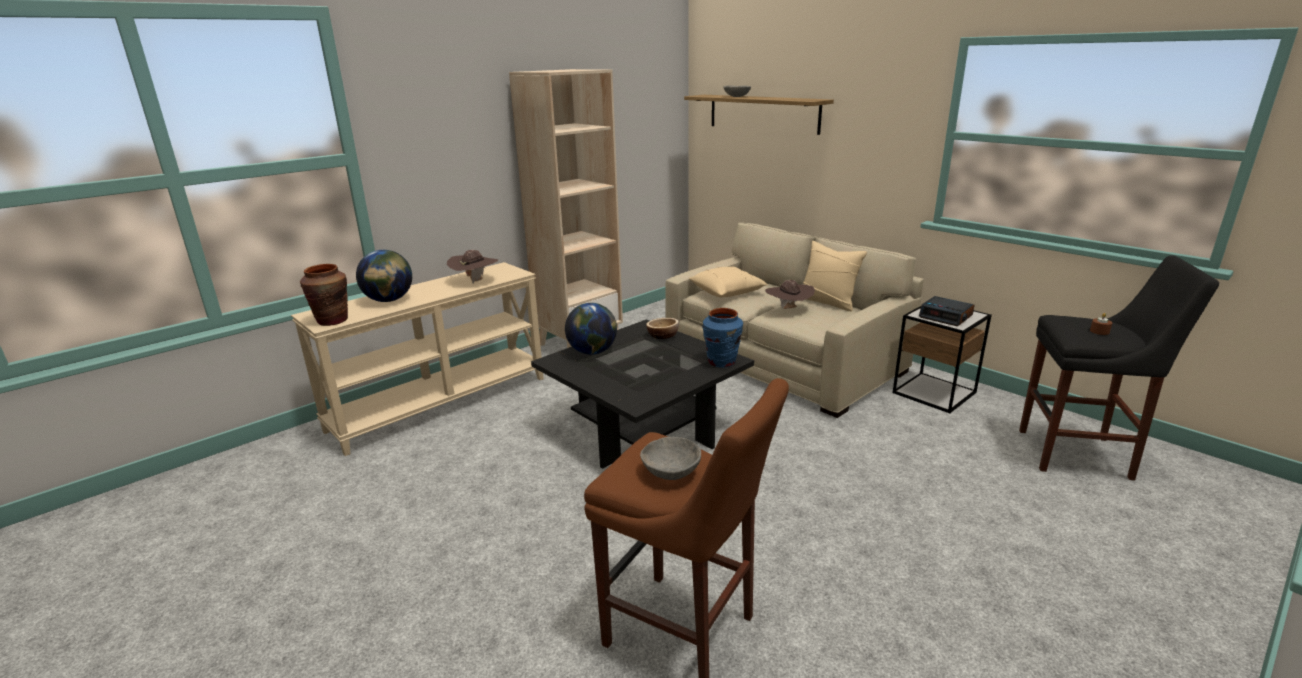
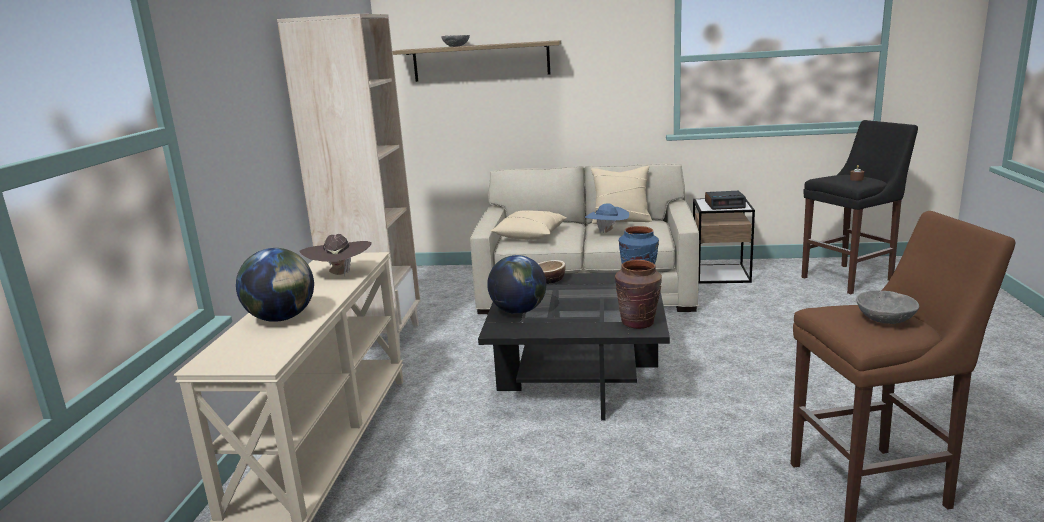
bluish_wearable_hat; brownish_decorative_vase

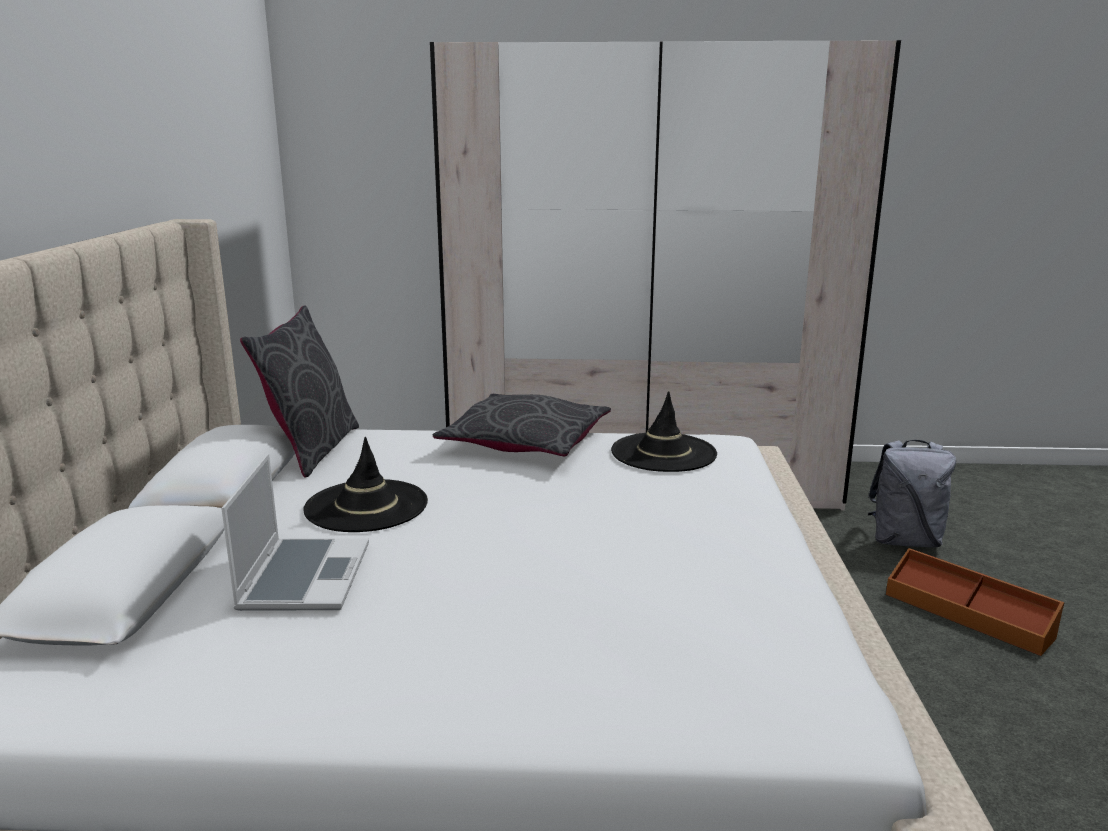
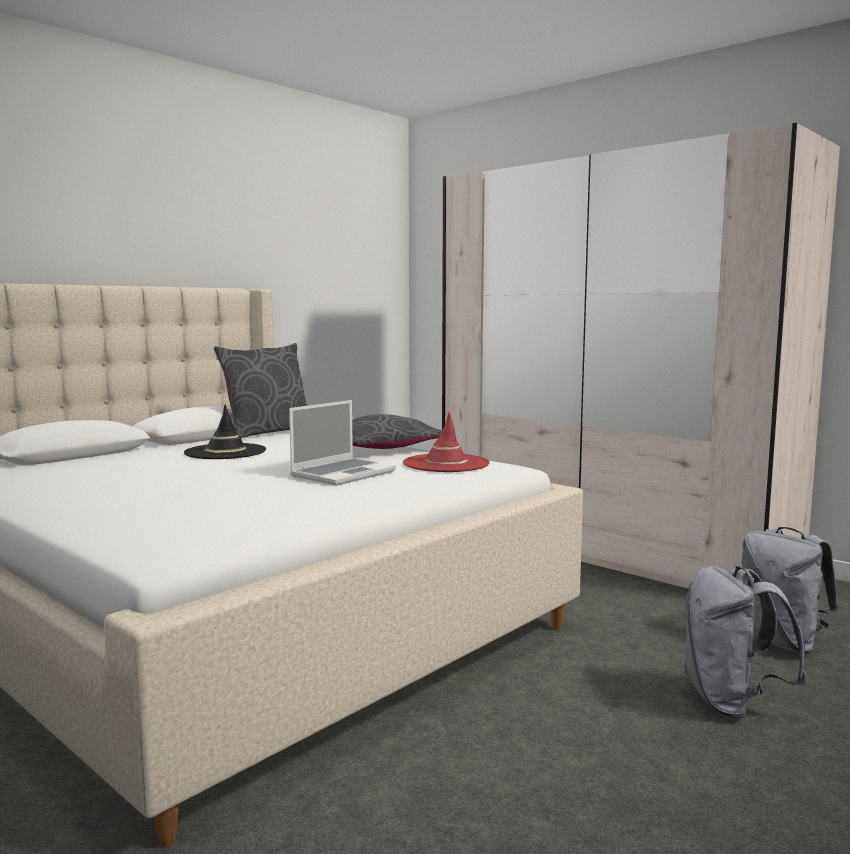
portable_computer; reddish_wearable_hat; gray_backpack (1st from left)

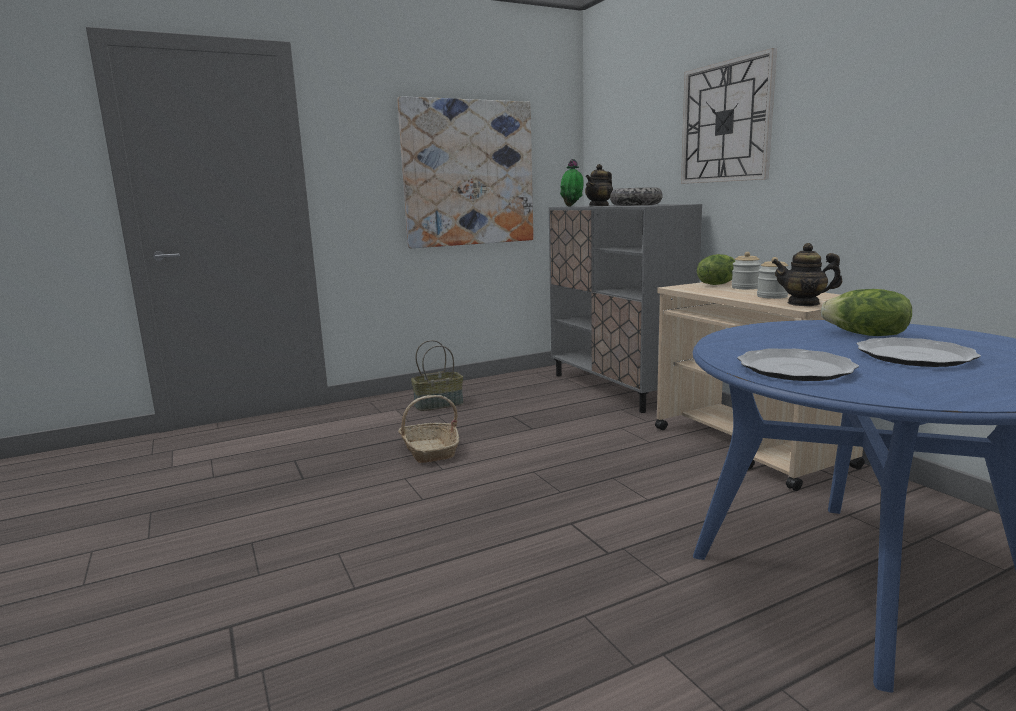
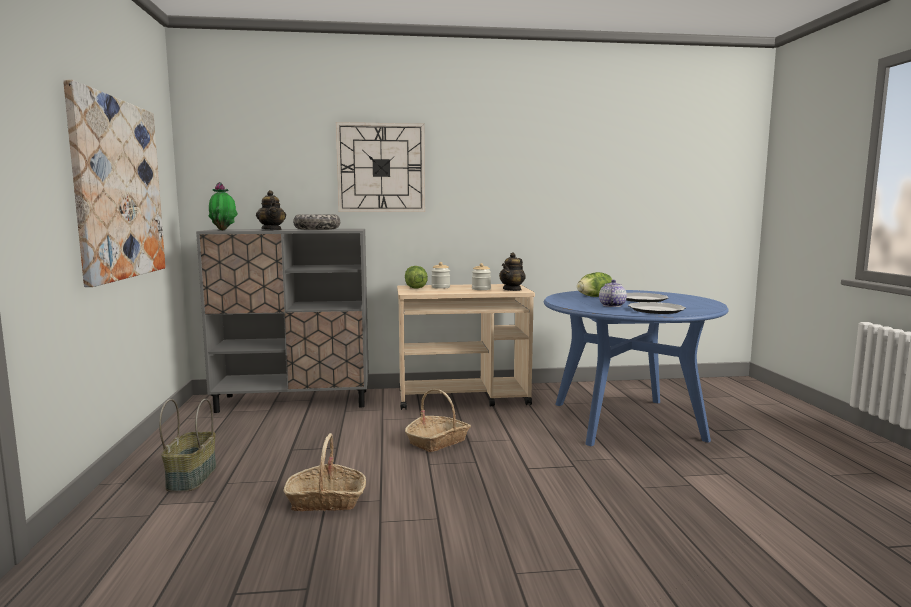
household_basket (3rd from left); tea_pot (3rd from left)

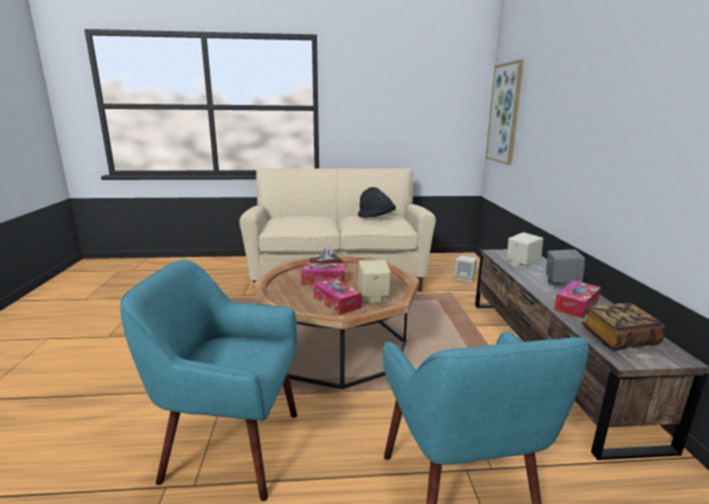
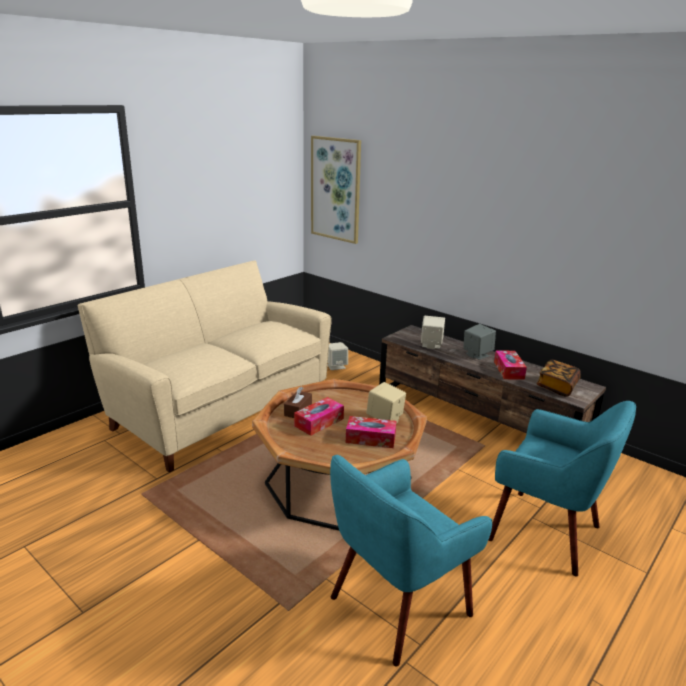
black_wearable_hat

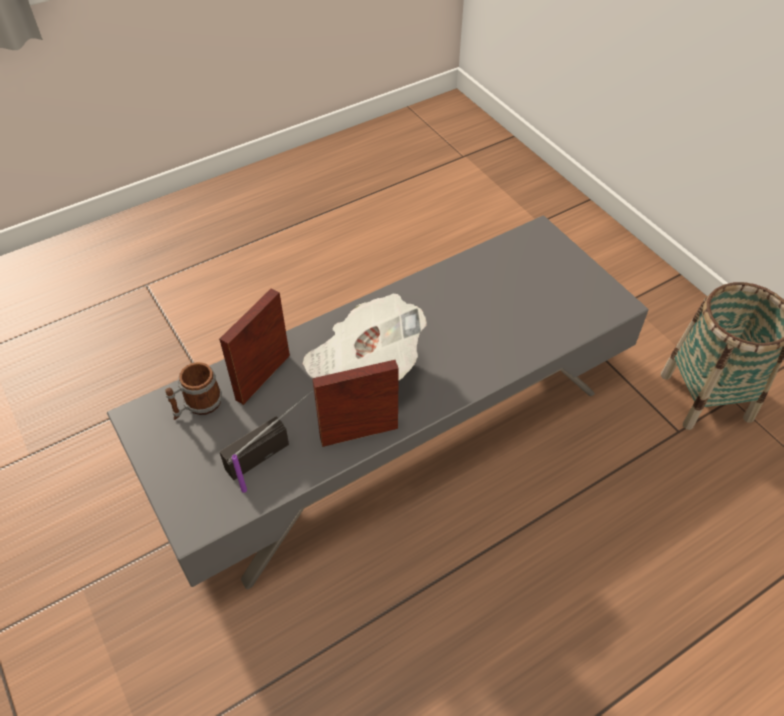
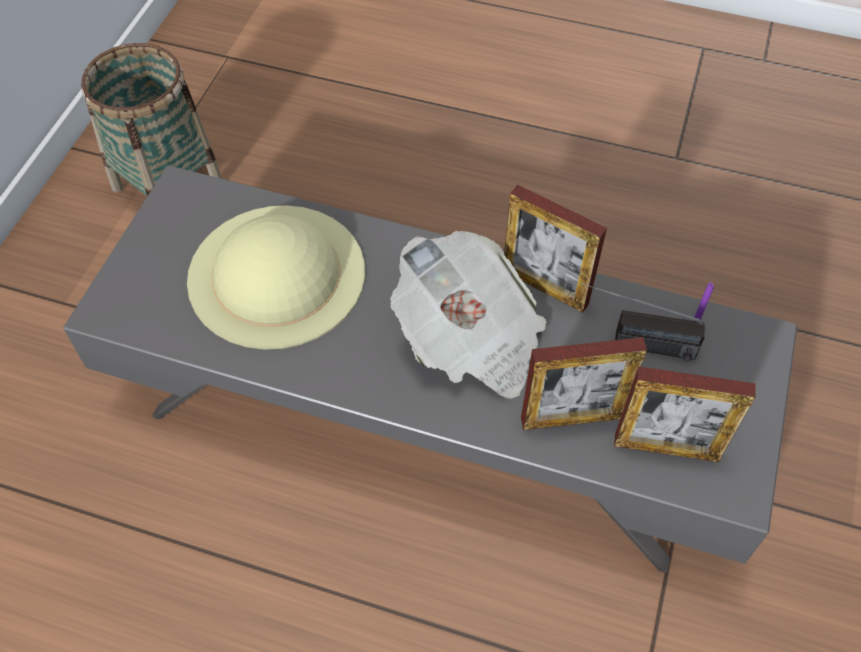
beige-coloured_wearable_hat; picture_frame (3rd from left)

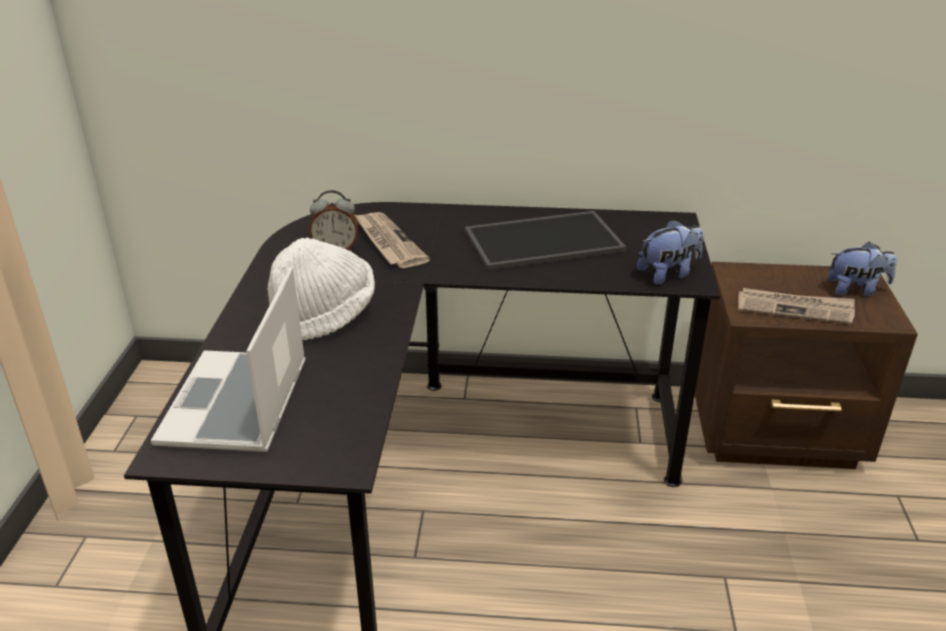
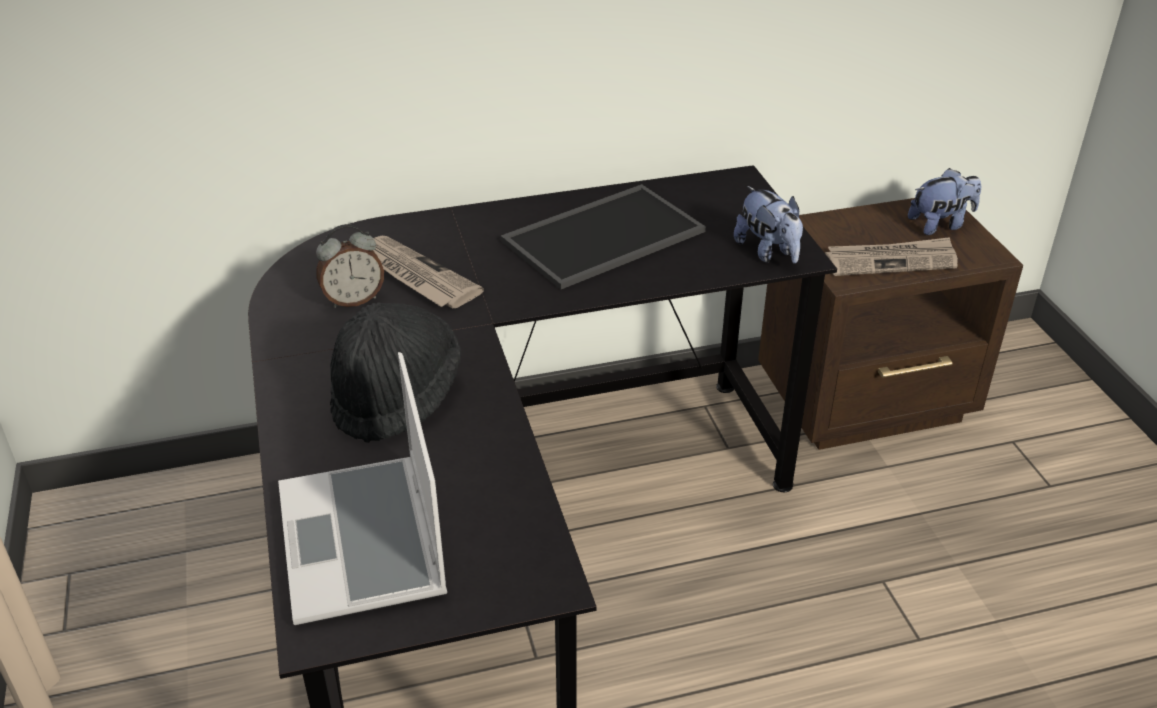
black_wearable_hat; plush_toy (1st from left)

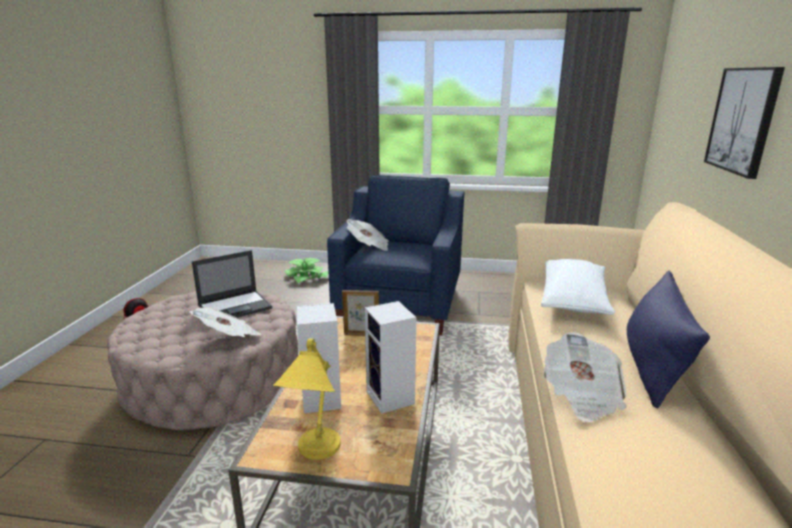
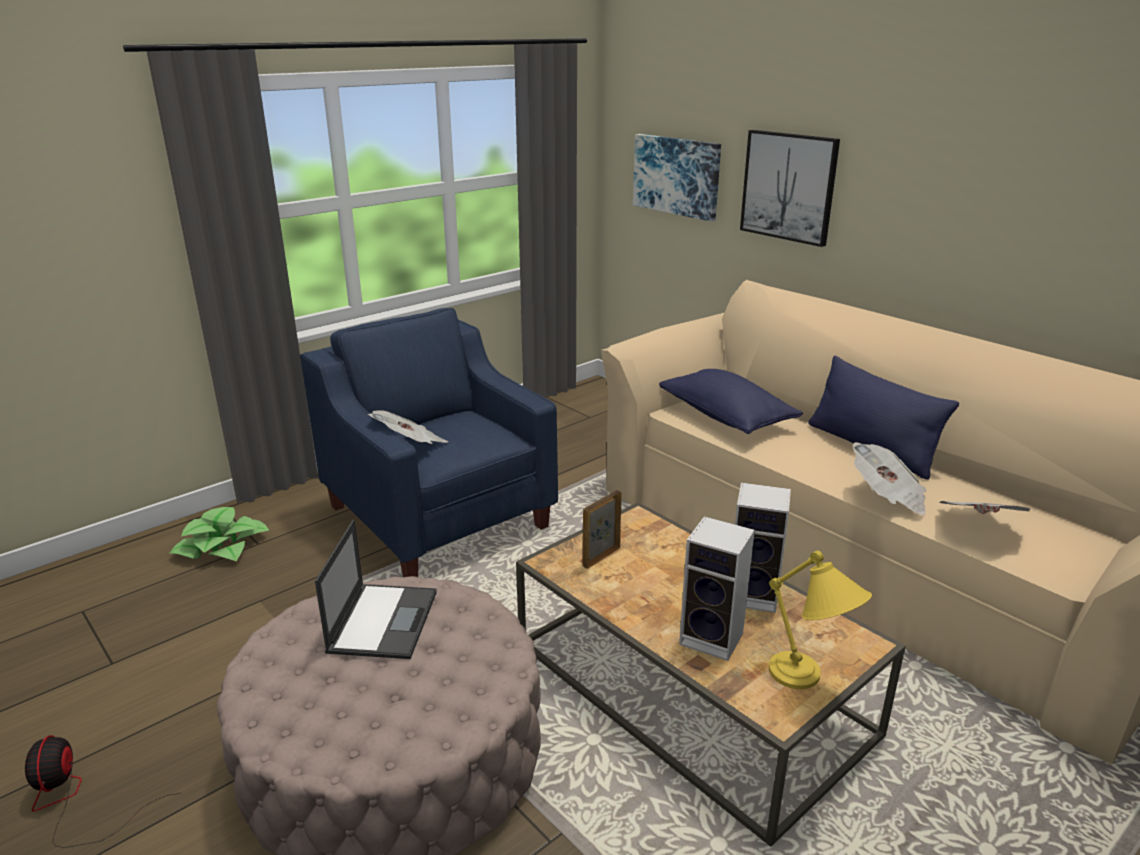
picture (1st from left); bluish_cushion (1st from left); daily_paper (3rd from left)

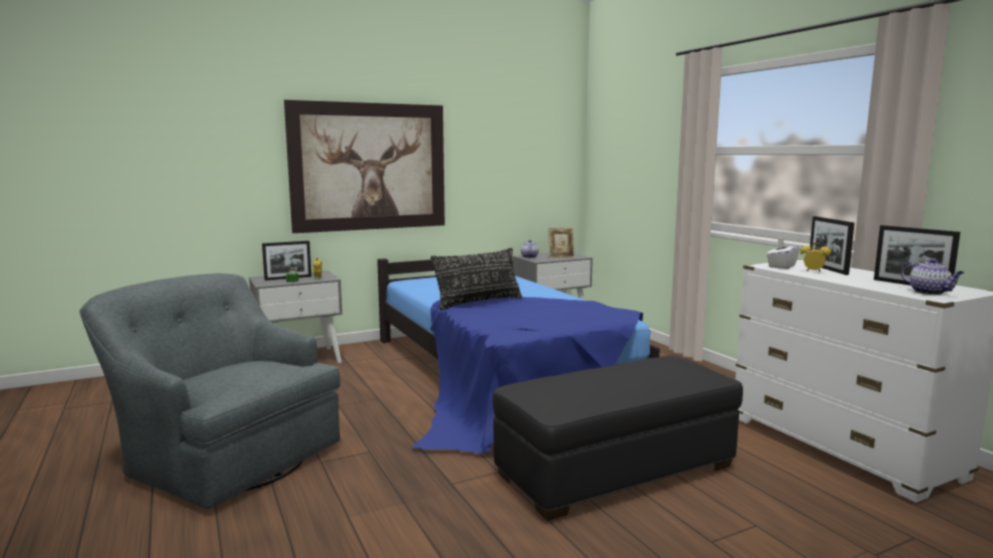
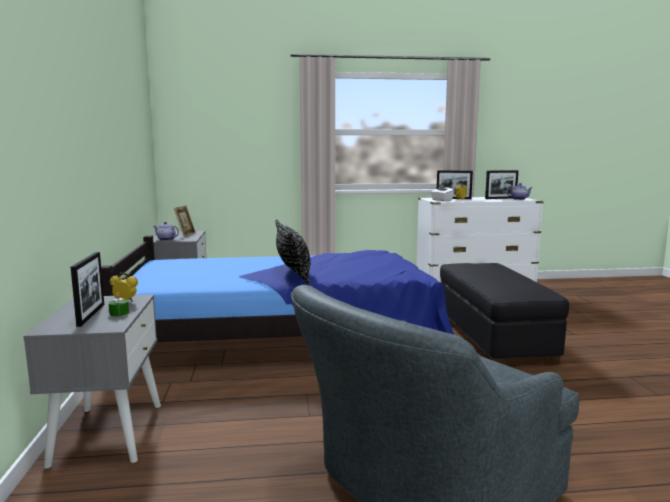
picture

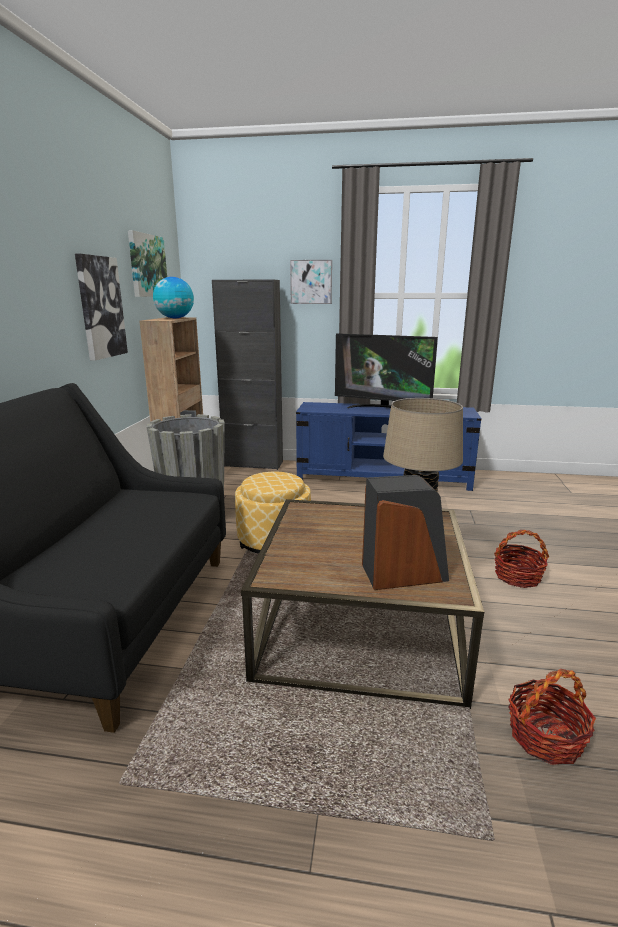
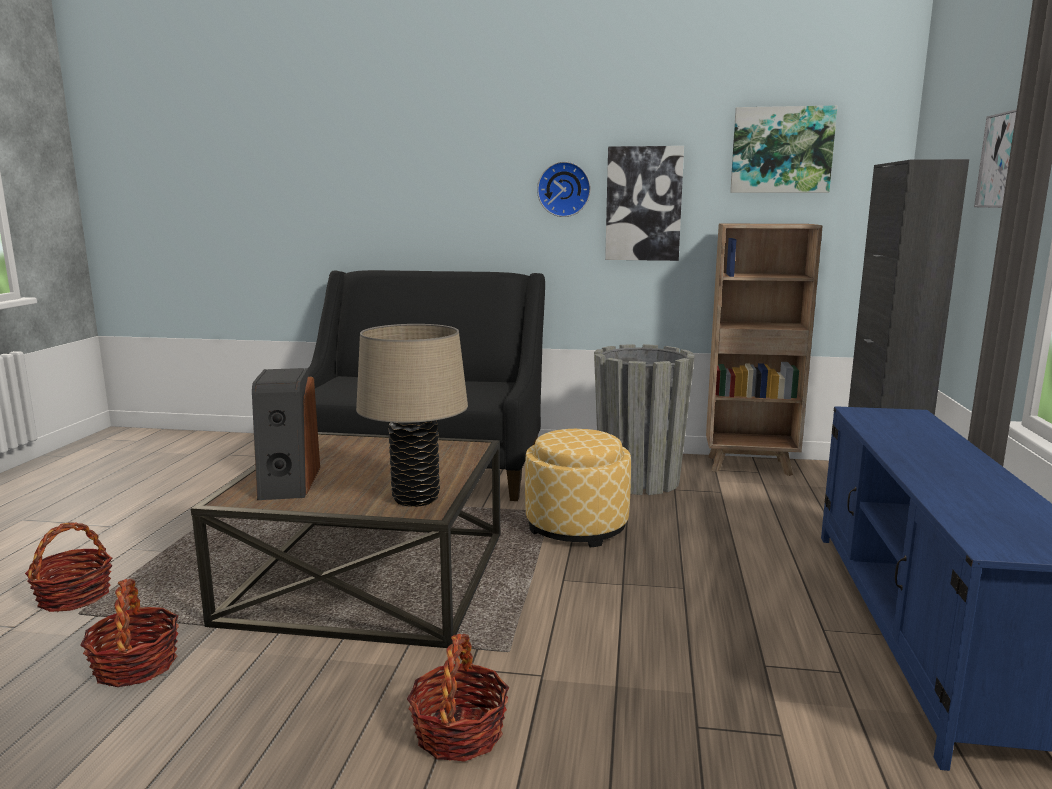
household_basket (1st from left); clock_on_the_wall; desk_globe; television

